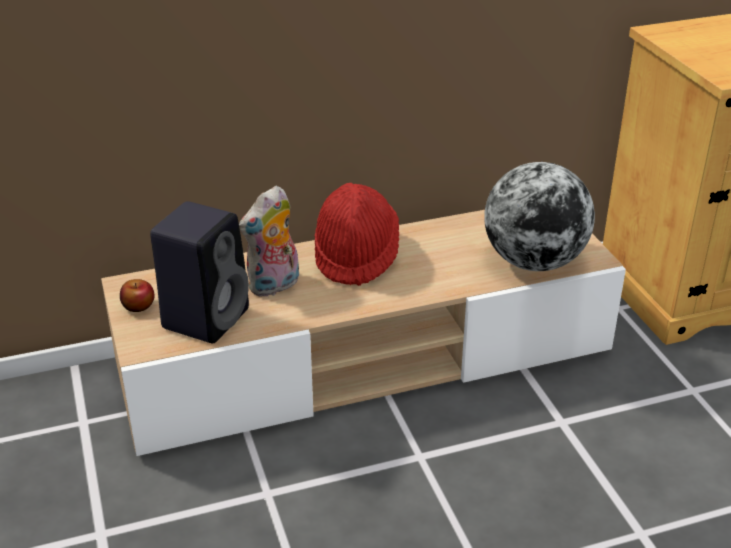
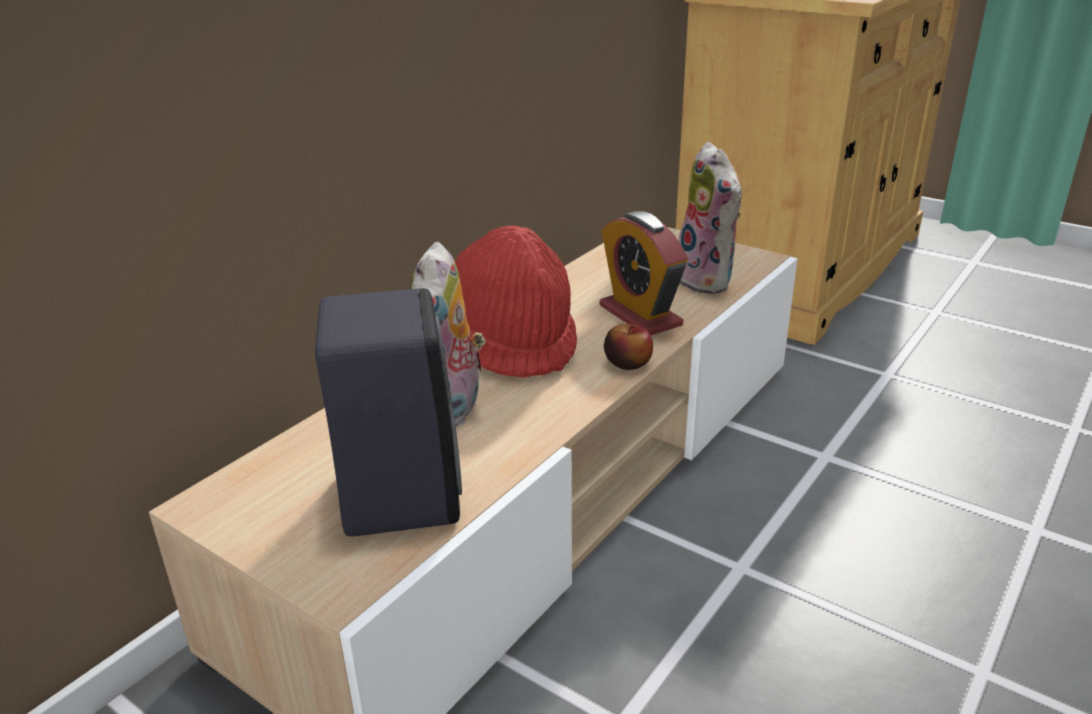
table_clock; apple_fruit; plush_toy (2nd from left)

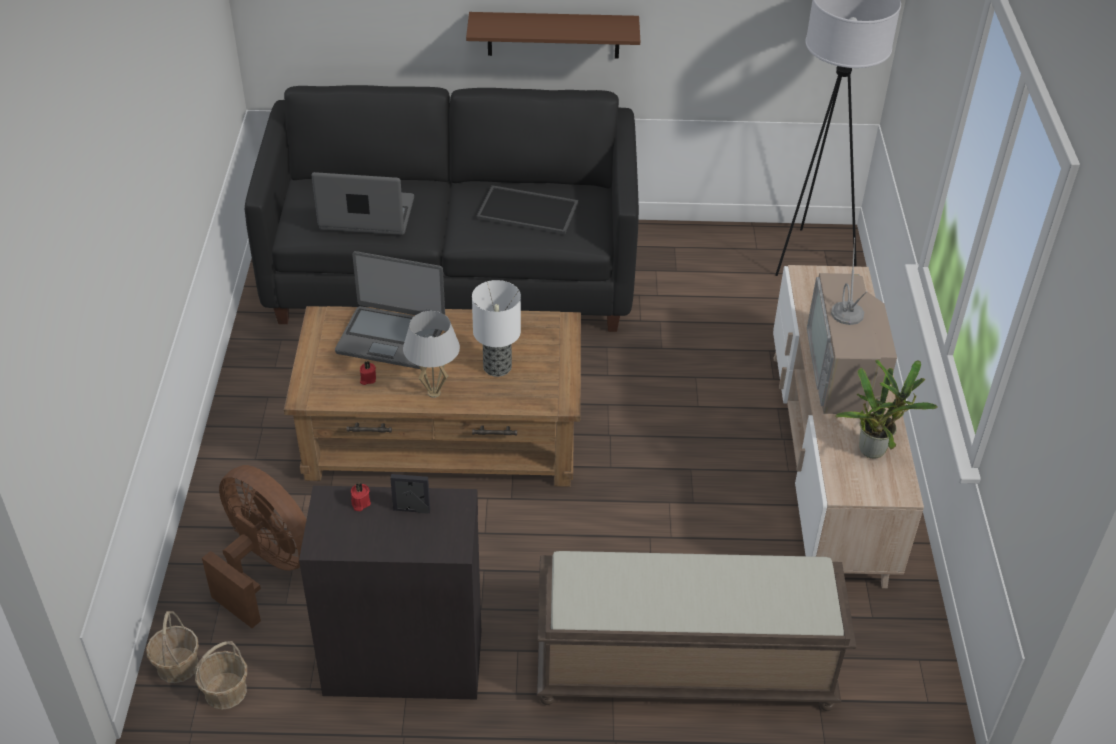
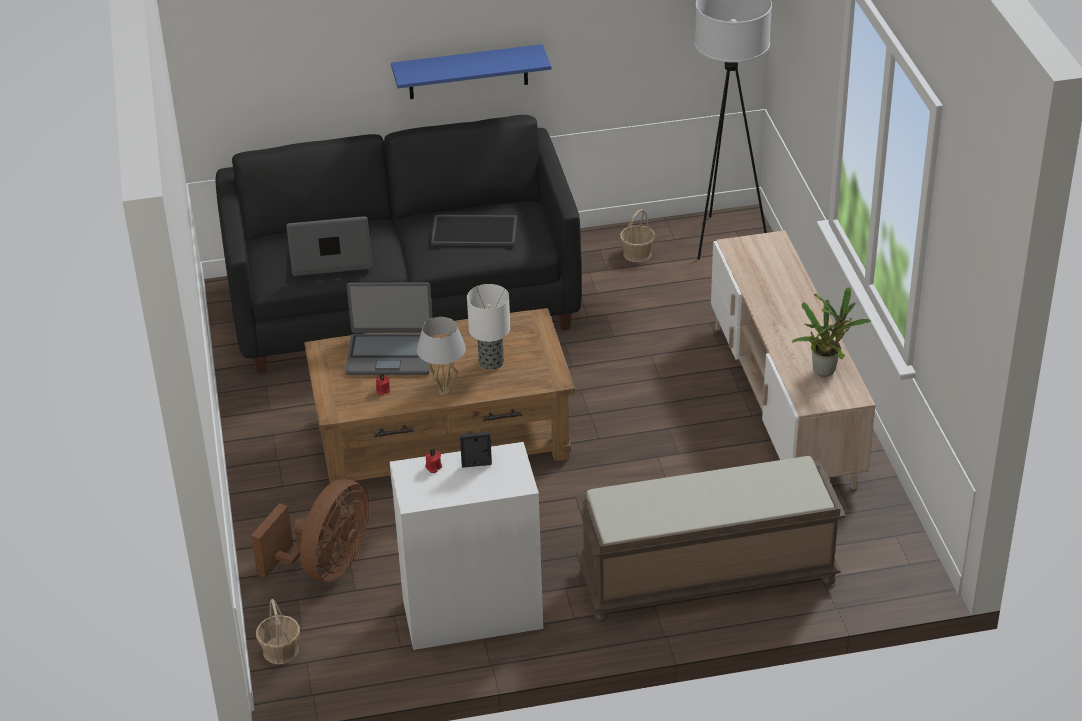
brownish_fan; white-coloured_cabinet; bluish_wall_shelf; household_basket (2nd from left); television

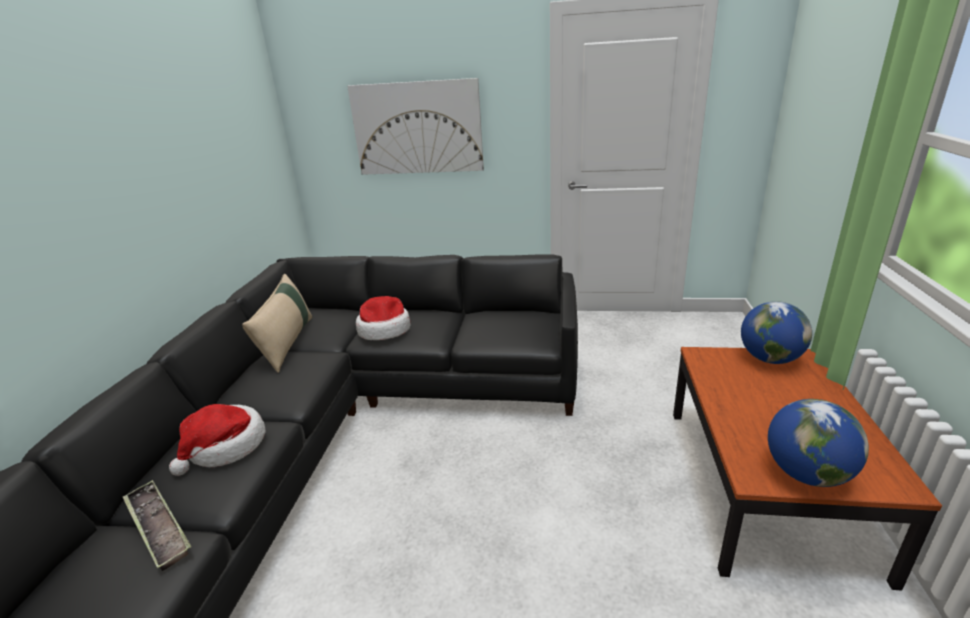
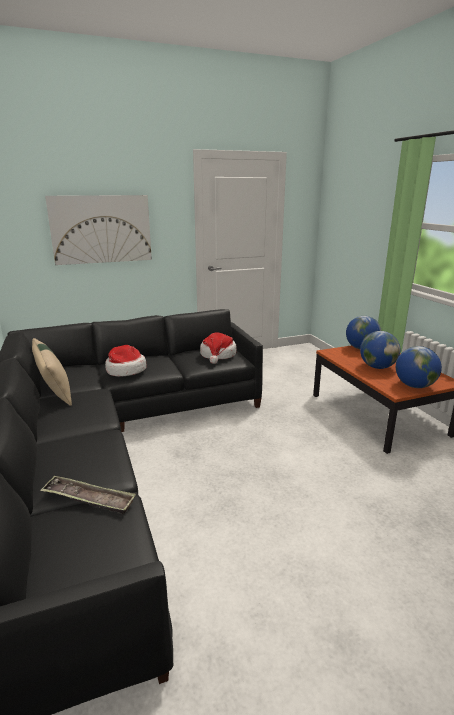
wearable_hat (2nd from left); desk_globe (2nd from left)

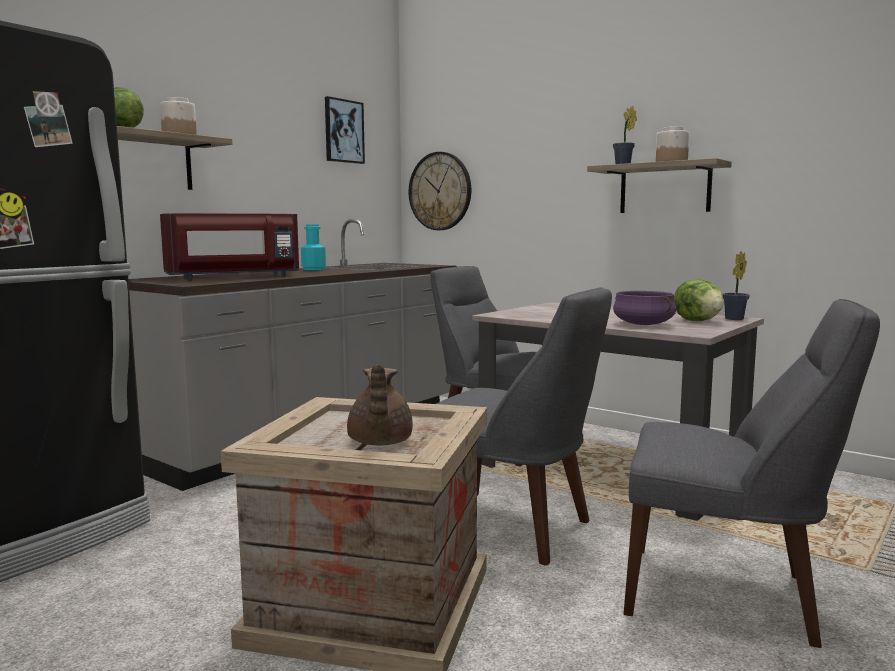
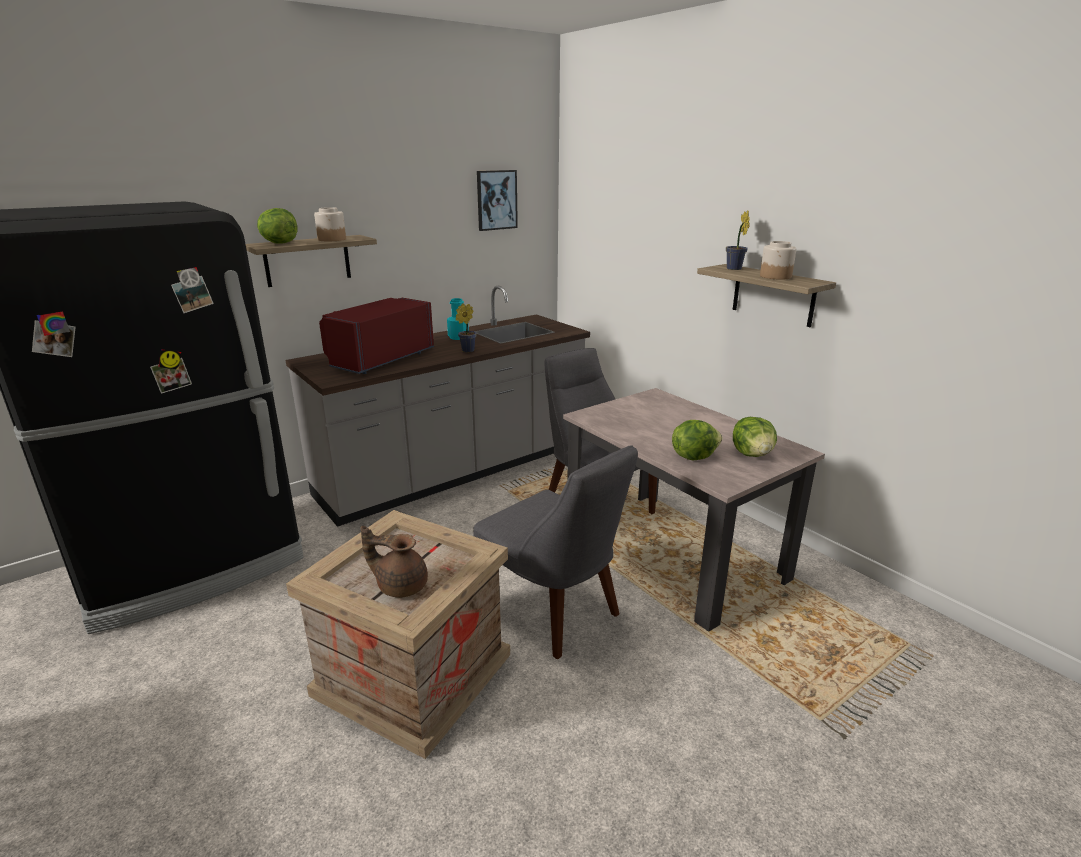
reddish_microwave_oven; brownish_tea_pot; plant_in_a_pot (1st from left); head_of_lettuce (2nd from left); clock_on_the_wall; gray_plain_chair (3rd from left in the first image)

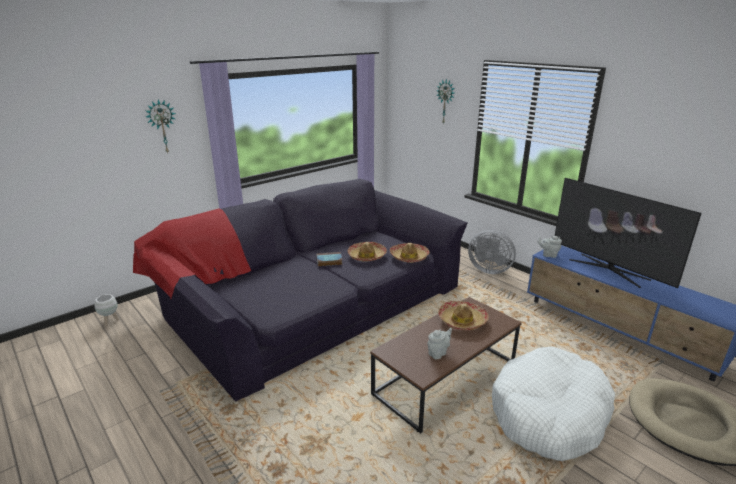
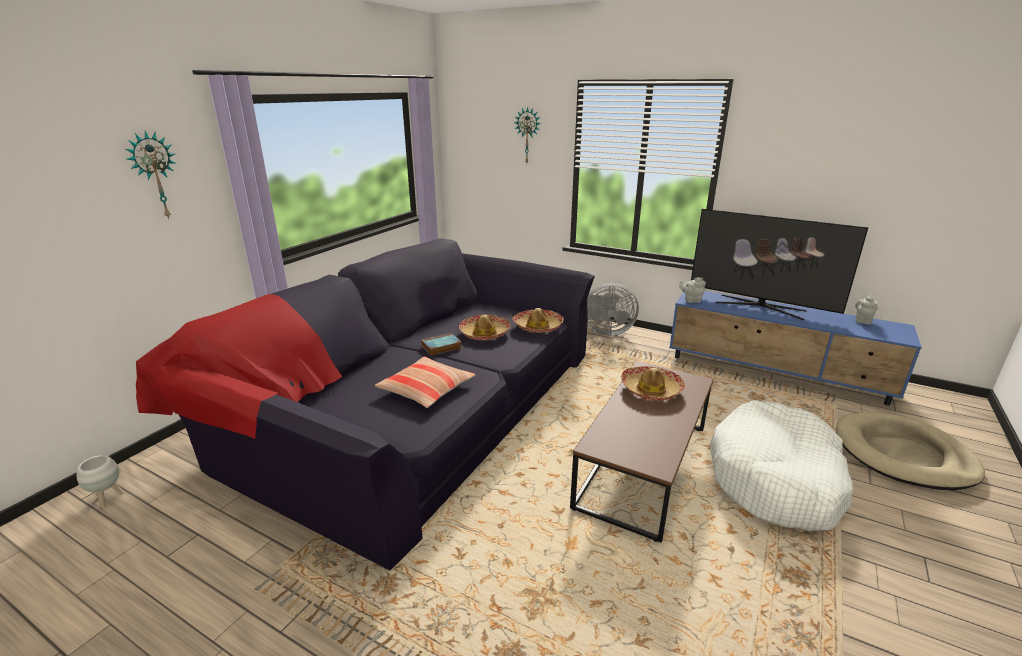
cushion; gray_tea_pot (2nd from left)

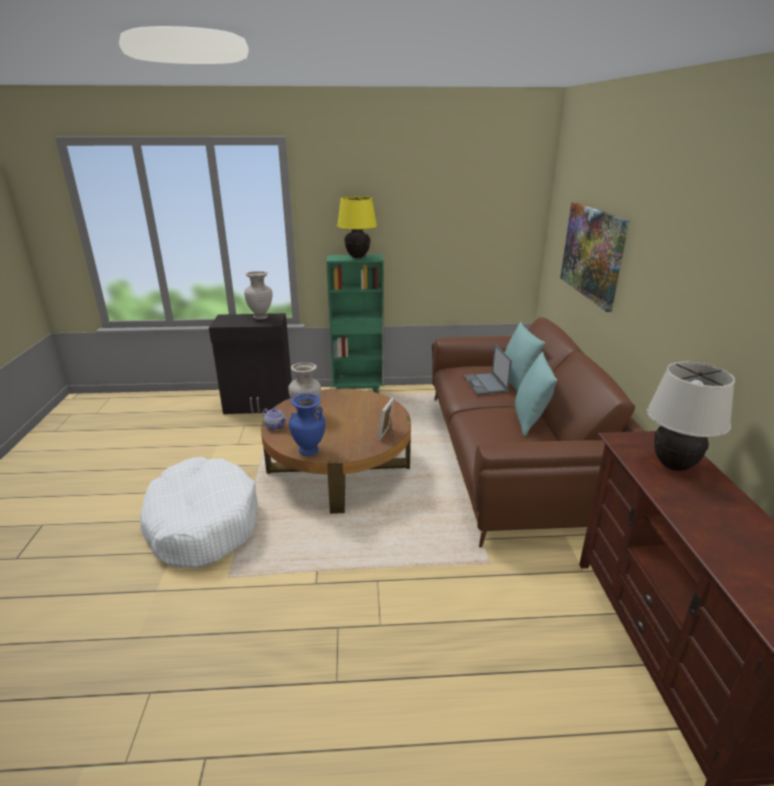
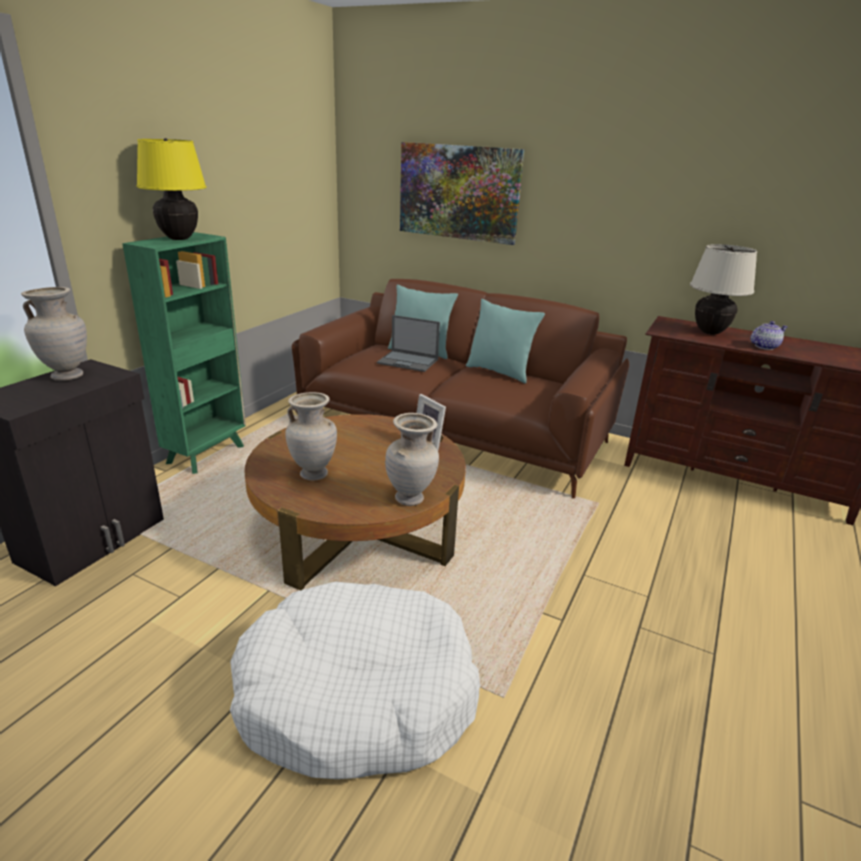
beige-coloured_decorative_vase (3rd from left); tea_pot

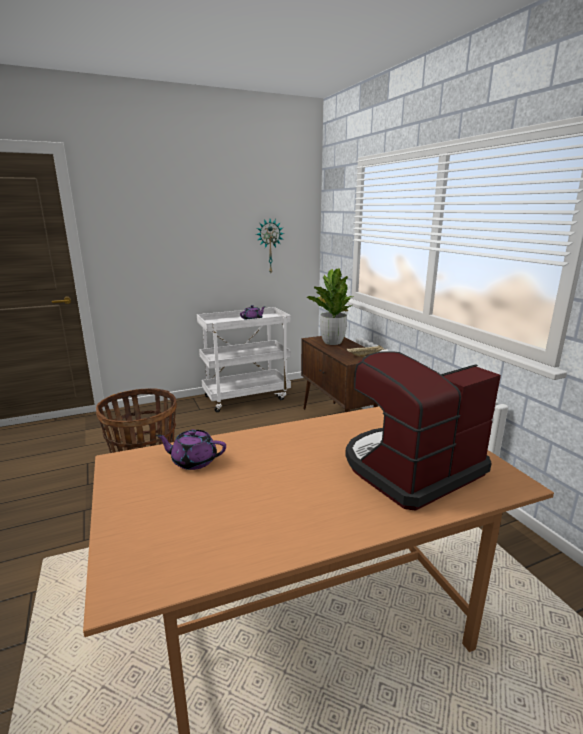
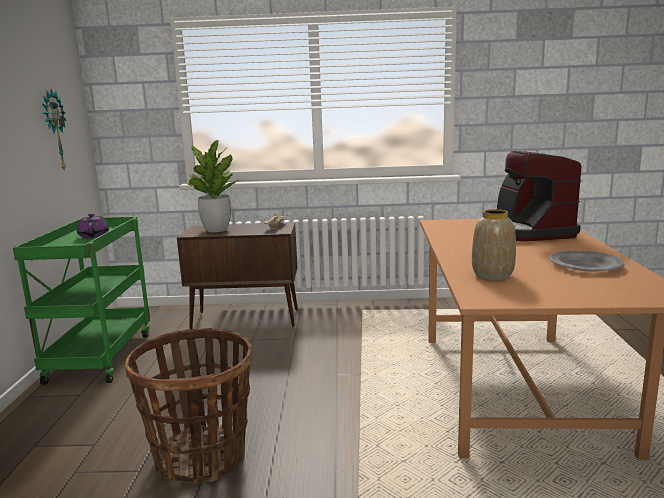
green-coloured_trolley; decorative_vase; gray_flat_dish

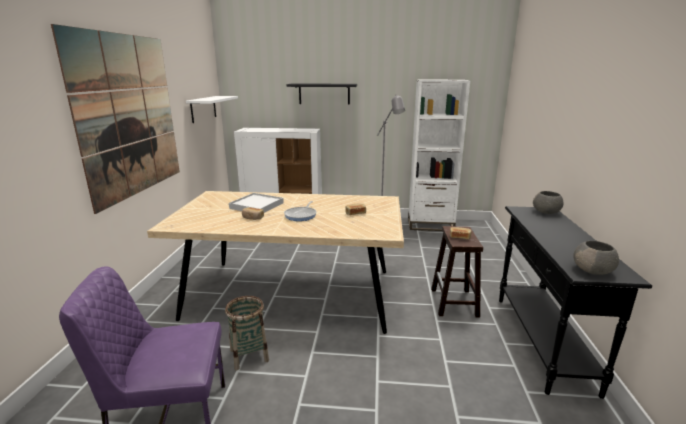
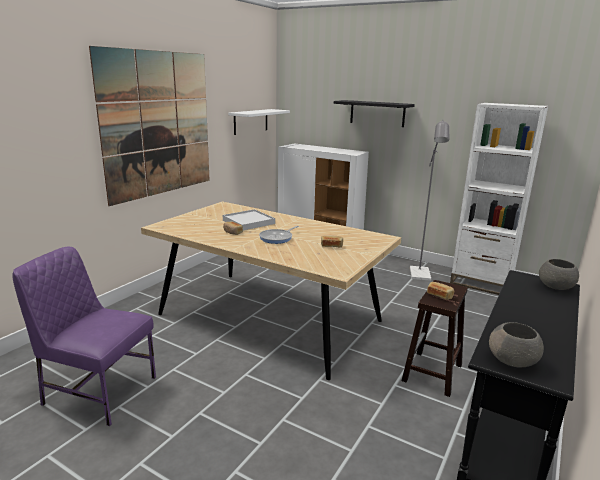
household_basket

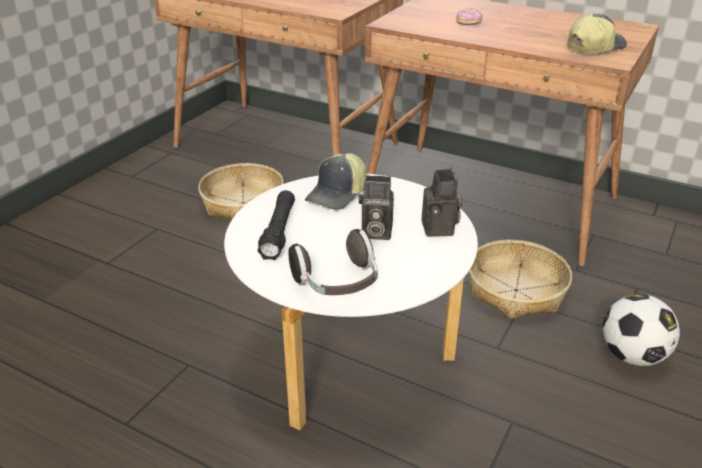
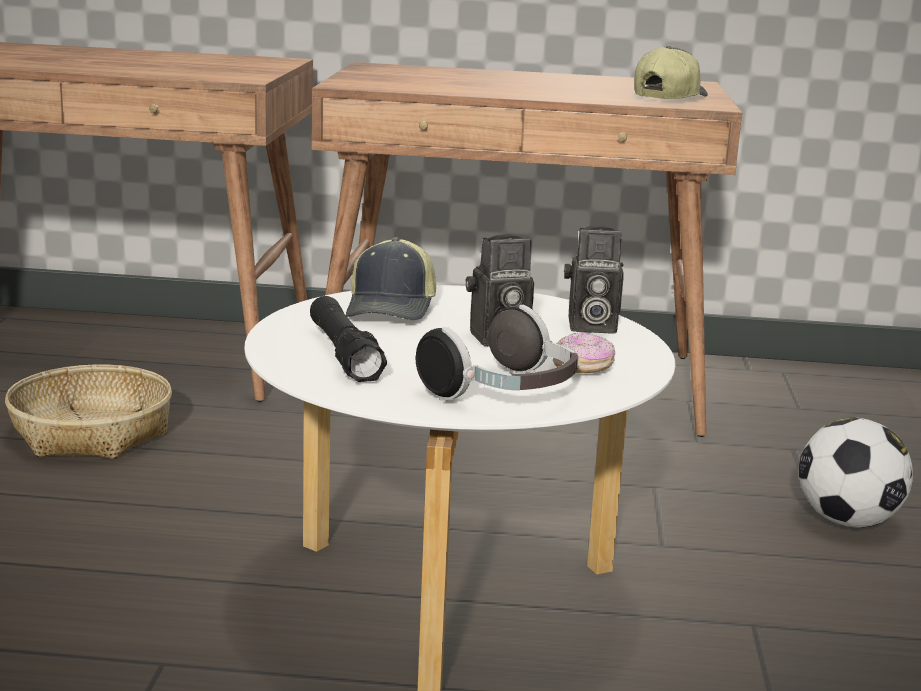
donut; still_camera (2nd from left); household_basket (2nd from left in the first image)

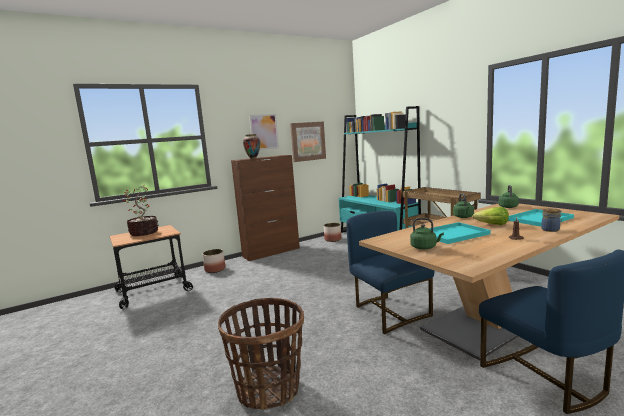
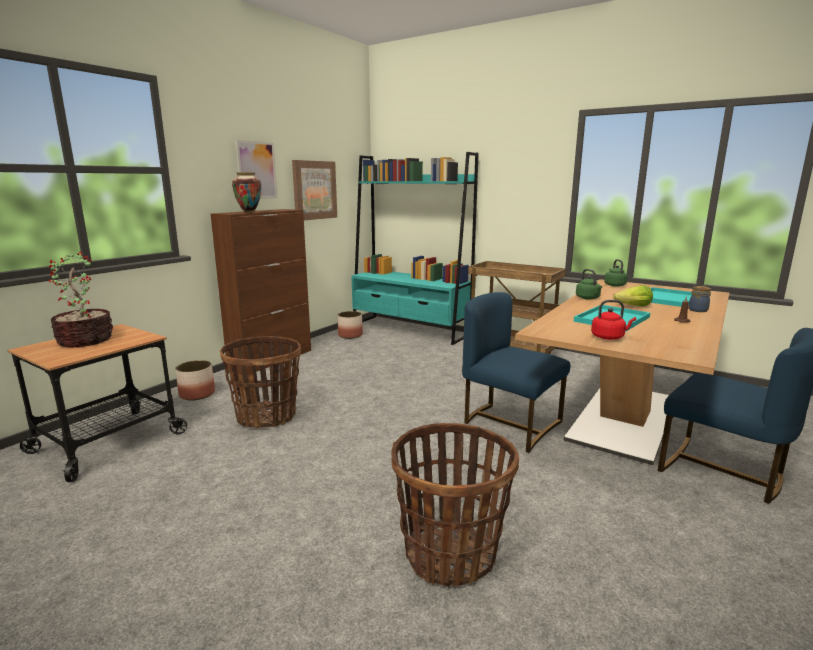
household_basket (1st from left); reddish_kettle

